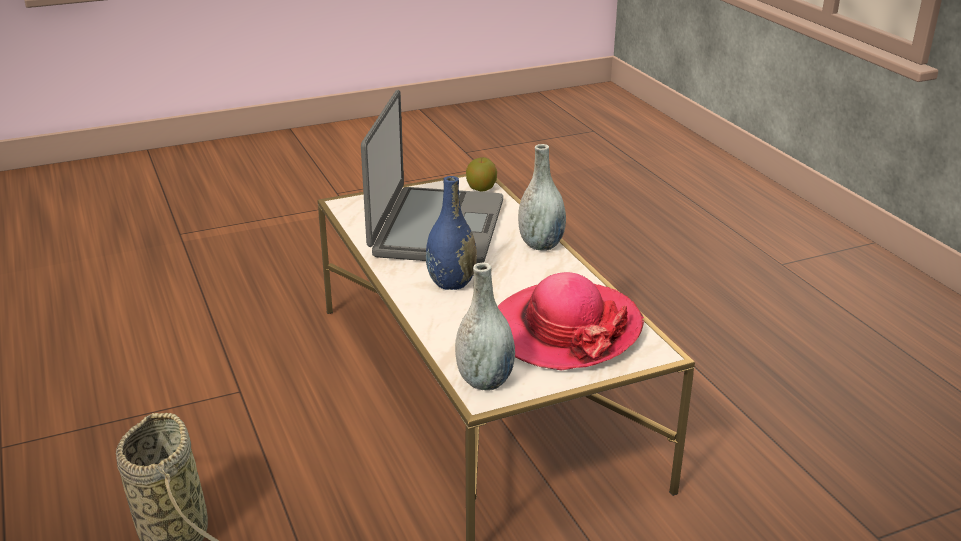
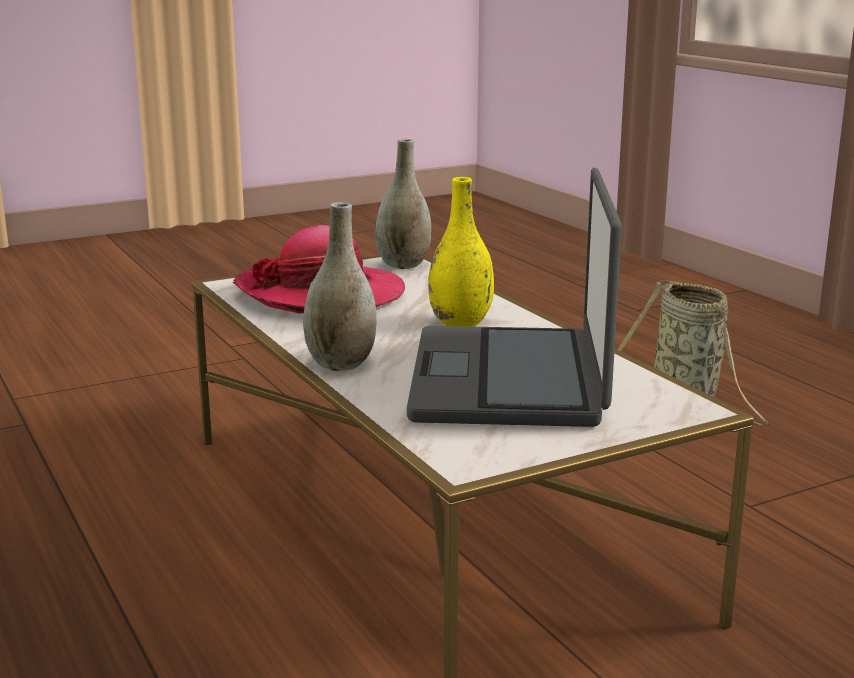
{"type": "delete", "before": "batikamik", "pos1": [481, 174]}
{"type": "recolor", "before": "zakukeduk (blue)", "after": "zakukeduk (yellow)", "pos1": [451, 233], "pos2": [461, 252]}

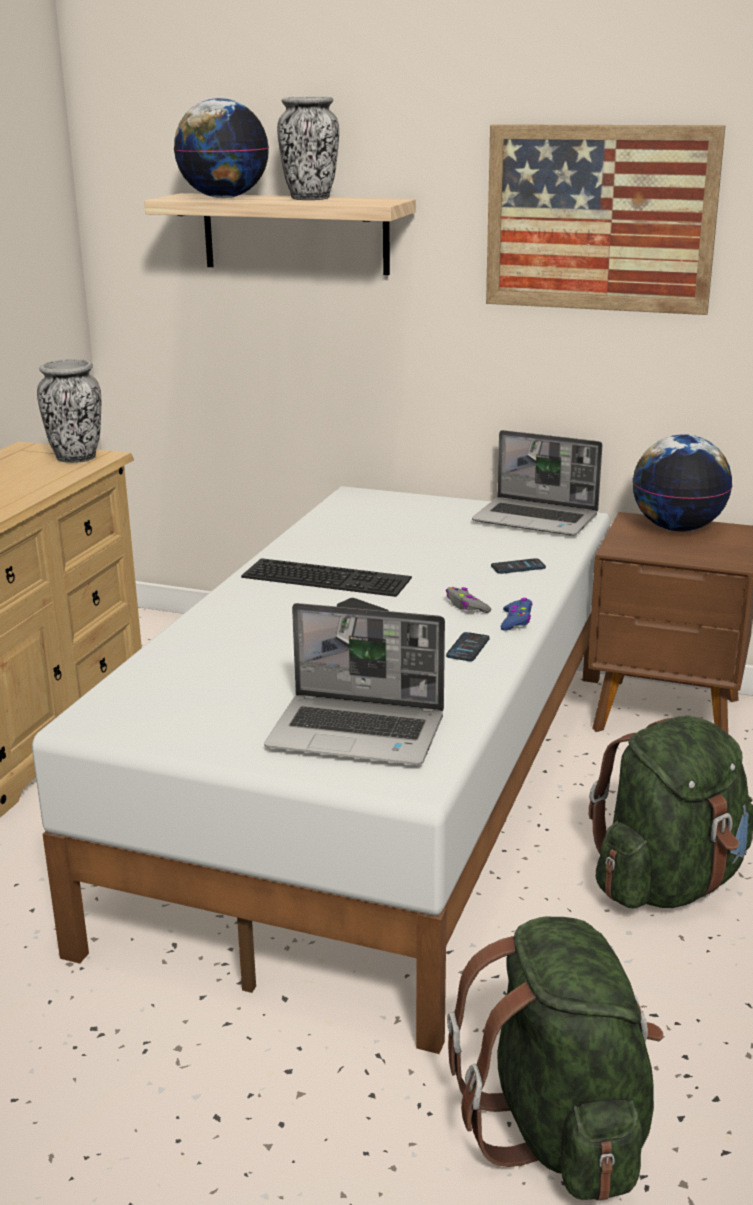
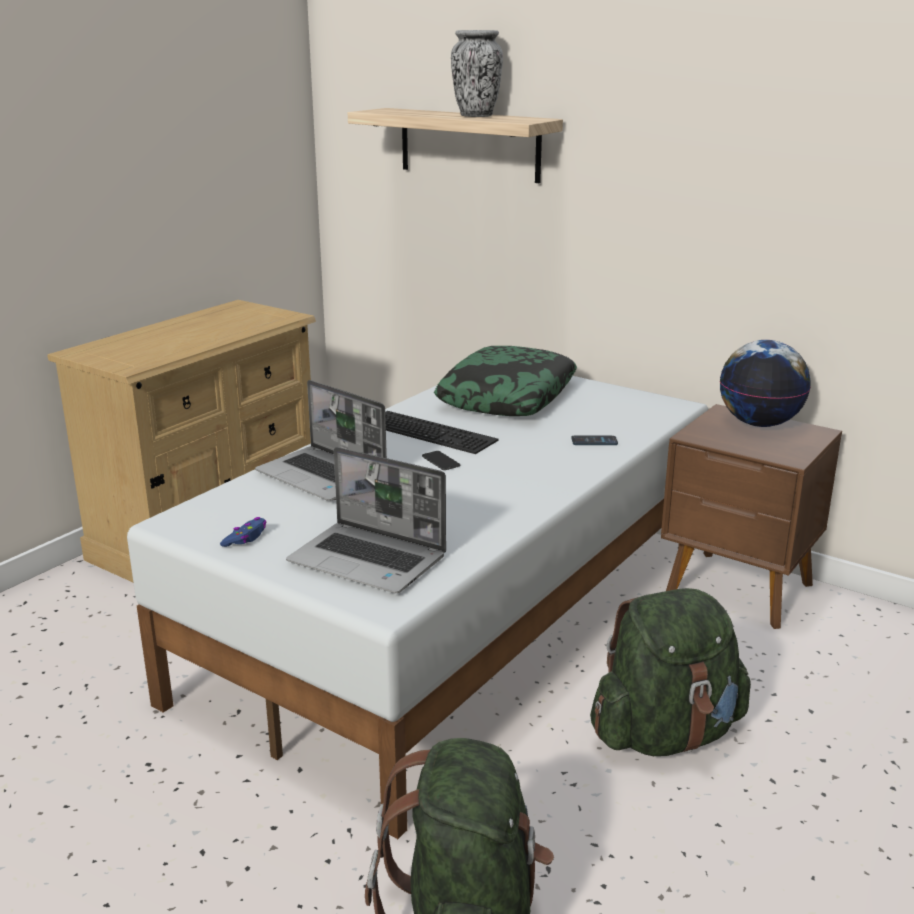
{"type": "delete", "before": "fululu", "pos1": [221, 148]}
{"type": "delete", "before": "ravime", "pos1": [606, 219]}
{"type": "delete", "before": "zakukeduk", "pos1": [69, 411]}
{"type": "move", "before": "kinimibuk", "pos1": [537, 483], "pos2": [321, 440]}
{"type": "delete", "before": "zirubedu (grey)", "pos1": [468, 600]}
{"type": "move", "before": "zirubedu (blue)", "pos1": [516, 614], "pos2": [243, 532]}
{"type": "delete", "before": "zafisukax", "pos1": [468, 646]}
{"type": "insert", "after": "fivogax", "pos2": [505, 381]}

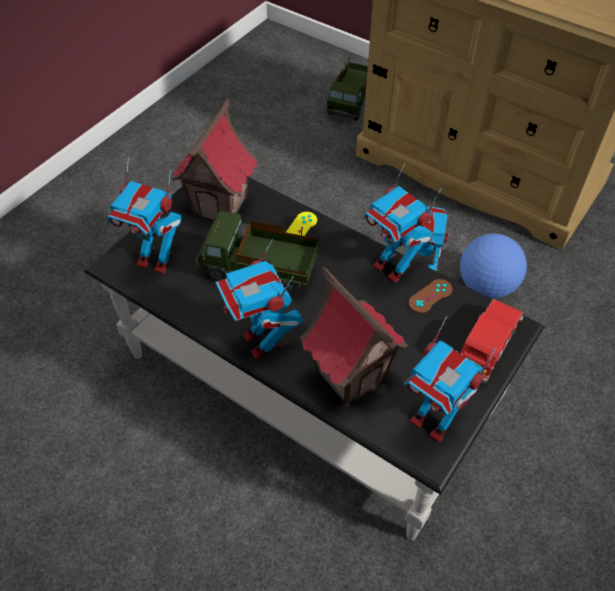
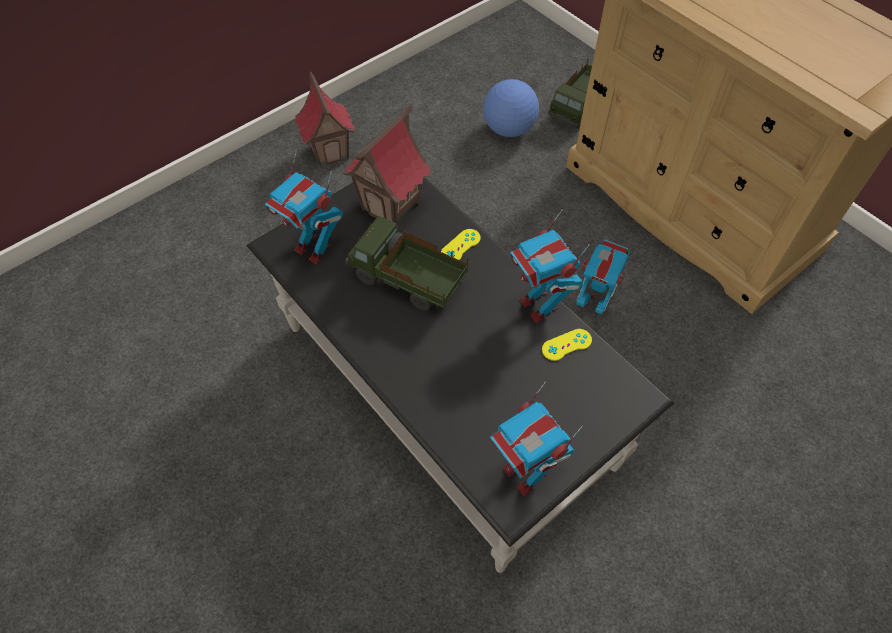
{"type": "move", "before": "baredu", "pos1": [493, 265], "pos2": [511, 108]}
{"type": "delete", "before": "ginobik", "pos1": [259, 299]}
{"type": "move", "before": "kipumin", "pos1": [354, 336], "pos2": [325, 118]}
{"type": "recolor", "before": "zirubedu (brown)", "after": "zirubedu (yellow)", "pos1": [430, 296], "pos2": [567, 345]}
{"type": "delete", "before": "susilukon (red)", "pos1": [492, 341]}

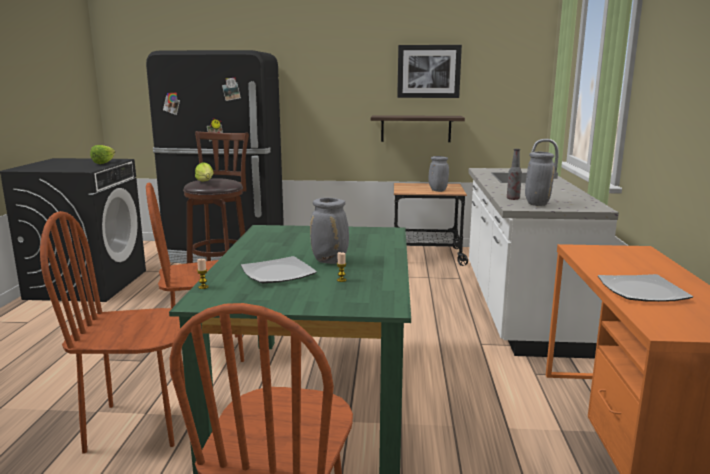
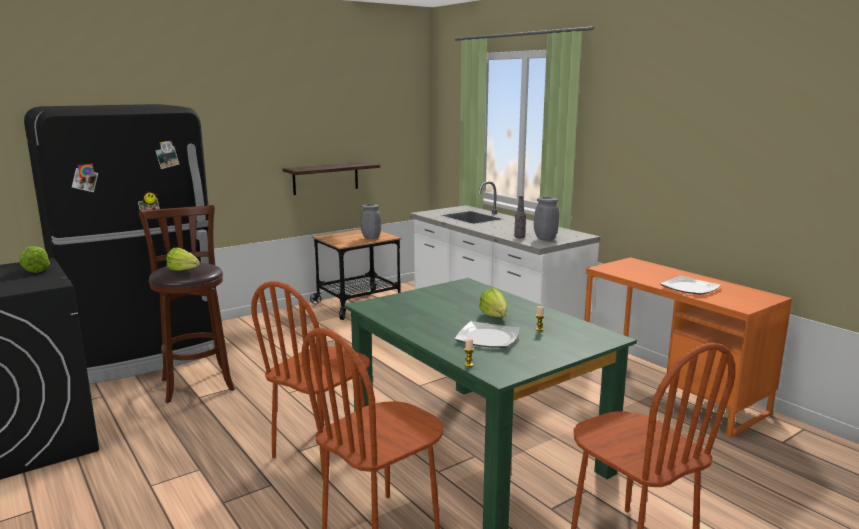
{"type": "delete", "before": "ravime", "pos1": [429, 71]}
{"type": "replace", "before": "zakukeduk (grey)", "after": "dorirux", "pos1": [329, 231], "pos2": [493, 302]}

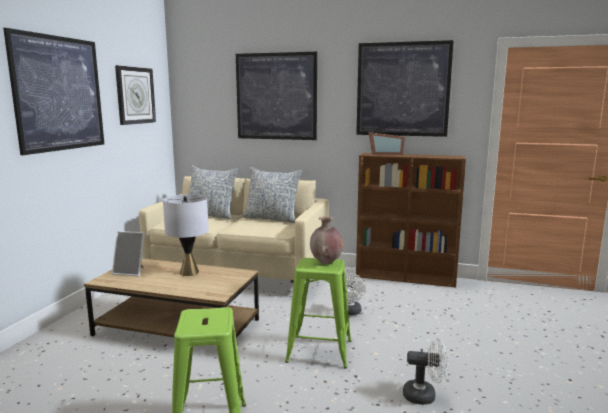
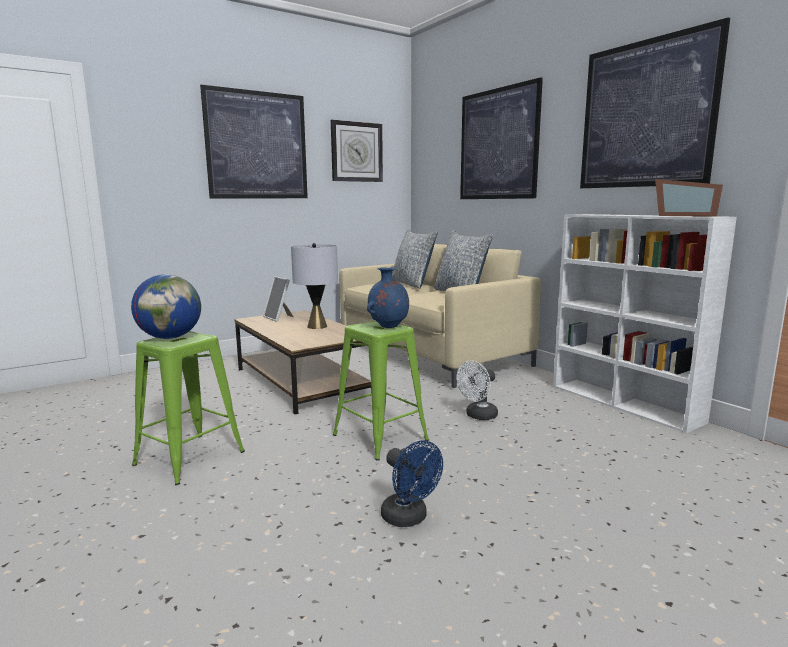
{"type": "move", "before": "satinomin", "pos1": [387, 143], "pos2": [689, 198]}
{"type": "recolor", "before": "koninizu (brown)", "after": "koninizu (white)", "pos1": [411, 220], "pos2": [645, 323]}
{"type": "recolor", "before": "zakukeduk (brown)", "after": "zakukeduk (blue)", "pos1": [326, 240], "pos2": [388, 297]}
{"type": "recolor", "before": "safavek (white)", "after": "safavek (blue)", "pos1": [426, 371], "pos2": [412, 483]}
{"type": "insert", "after": "fululu", "pos2": [166, 306]}

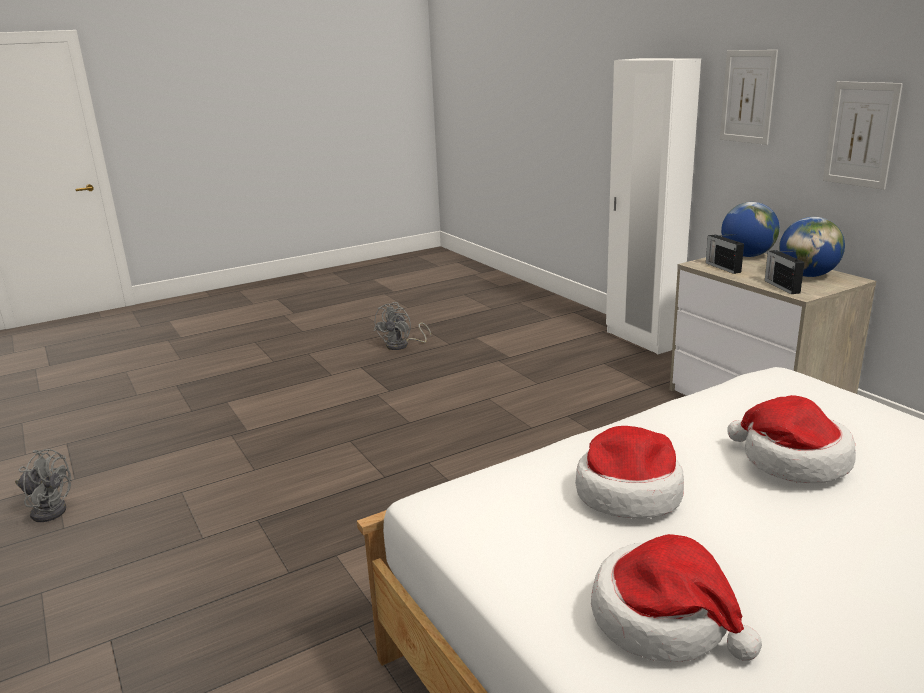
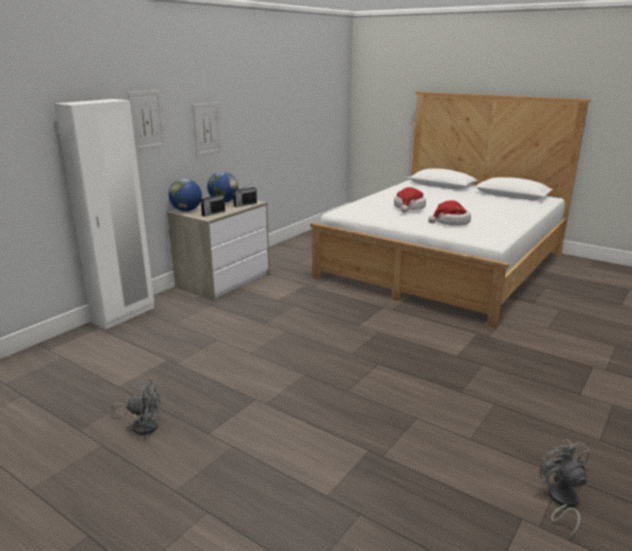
{"type": "delete", "before": "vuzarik", "pos1": [676, 598]}

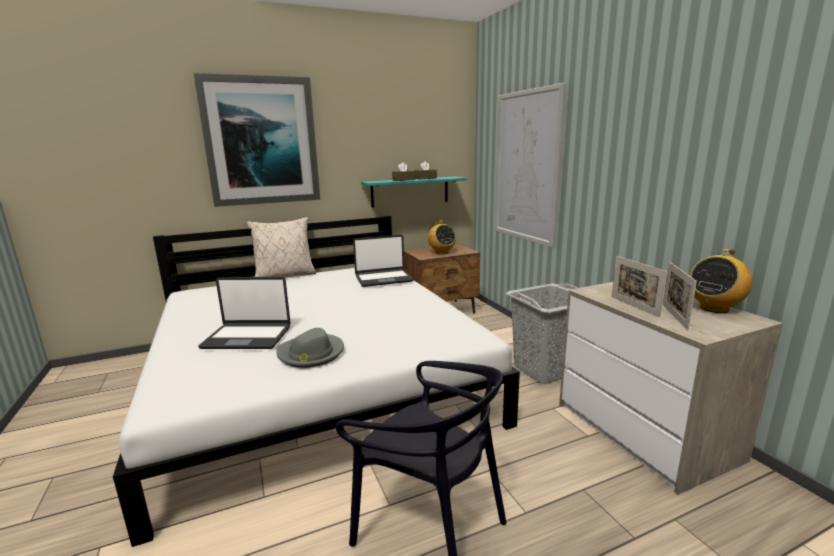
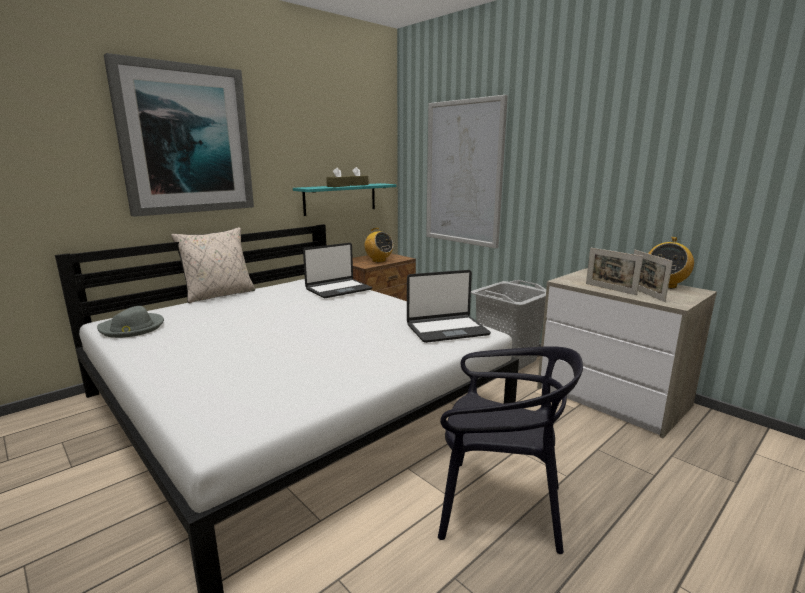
{"type": "move", "before": "kinimibuk", "pos1": [244, 313], "pos2": [449, 306]}
{"type": "move", "before": "vuzarik (grey)", "pos1": [310, 348], "pos2": [130, 322]}

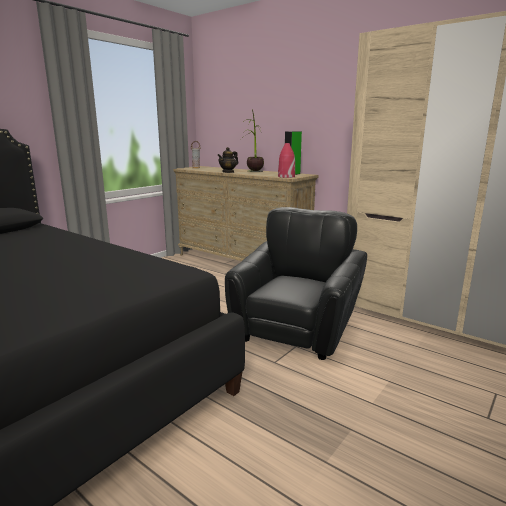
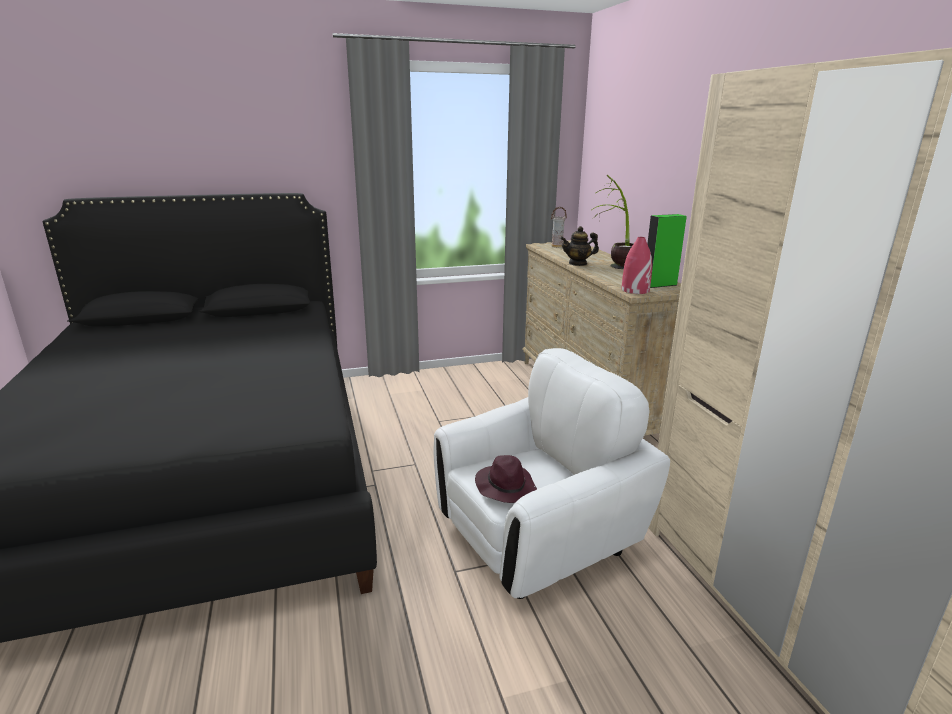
{"type": "recolor", "before": "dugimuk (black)", "after": "dugimuk (white)", "pos1": [296, 283], "pos2": [552, 473]}
{"type": "insert", "after": "vuzarik (purple)", "pos2": [506, 479]}

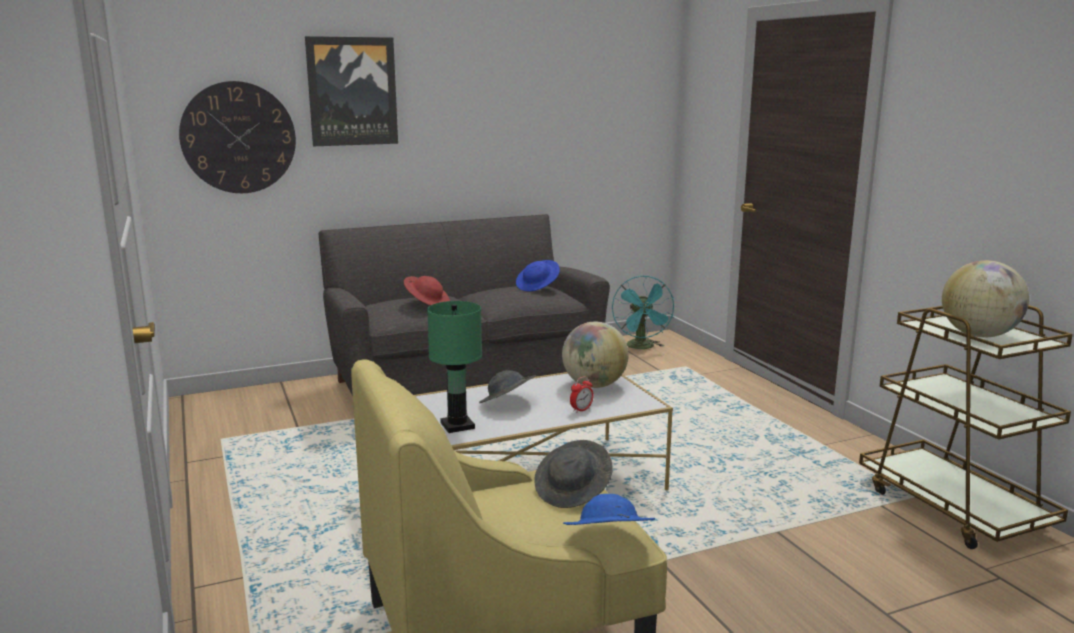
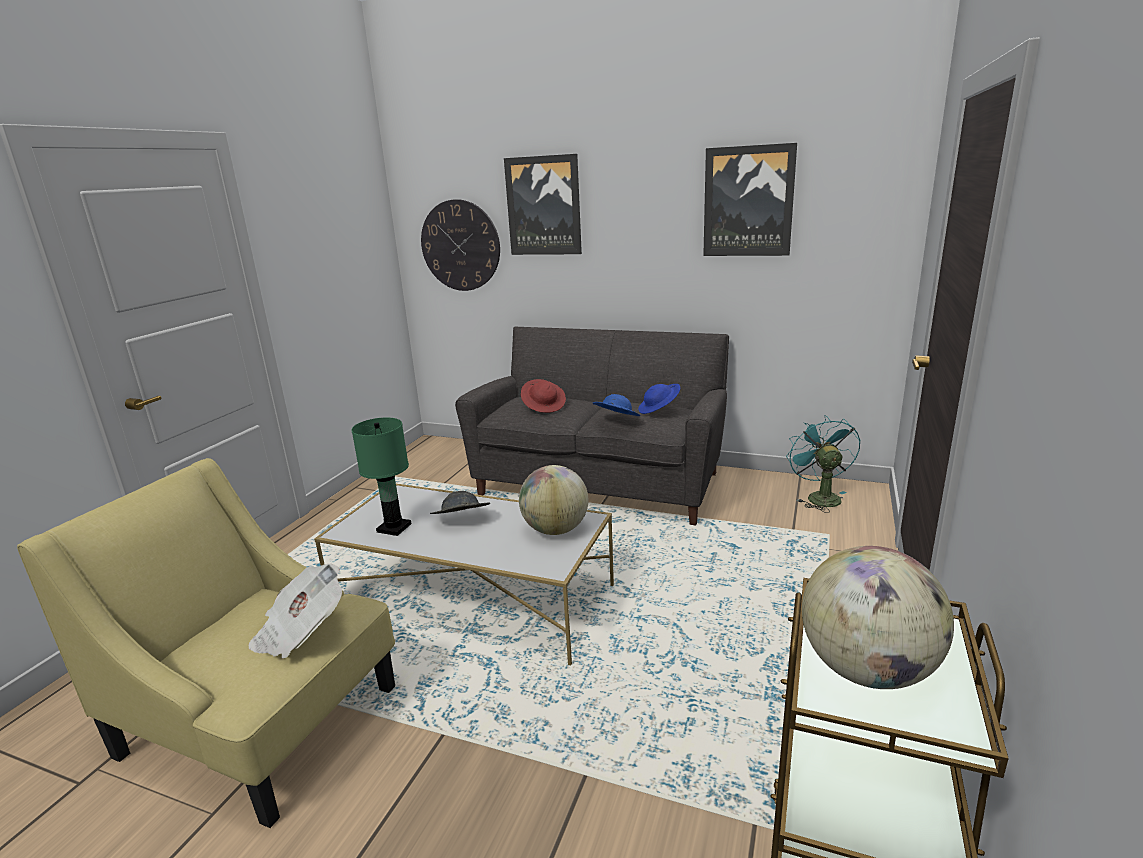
{"type": "rotate", "before": "safavek (turquoise)", "pos1": [643, 312], "pos2": [823, 464], "turn": 135}
{"type": "delete", "before": "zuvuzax", "pos1": [582, 394]}
{"type": "replace", "before": "vuzarik (grey)", "after": "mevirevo", "pos1": [573, 474], "pos2": [295, 611]}
{"type": "move", "before": "vuzarik (blue)", "pos1": [609, 509], "pos2": [616, 405]}
{"type": "insert", "after": "ravime", "pos2": [750, 199]}

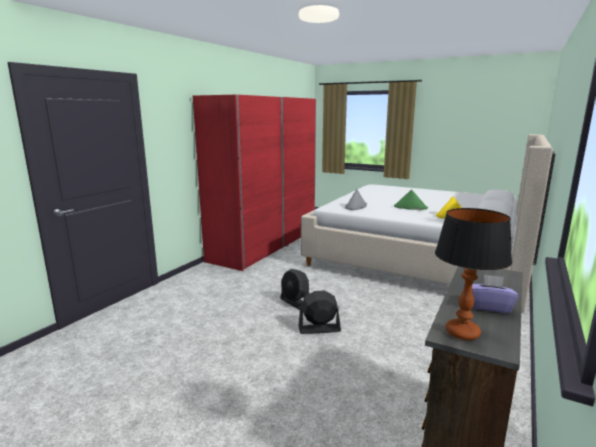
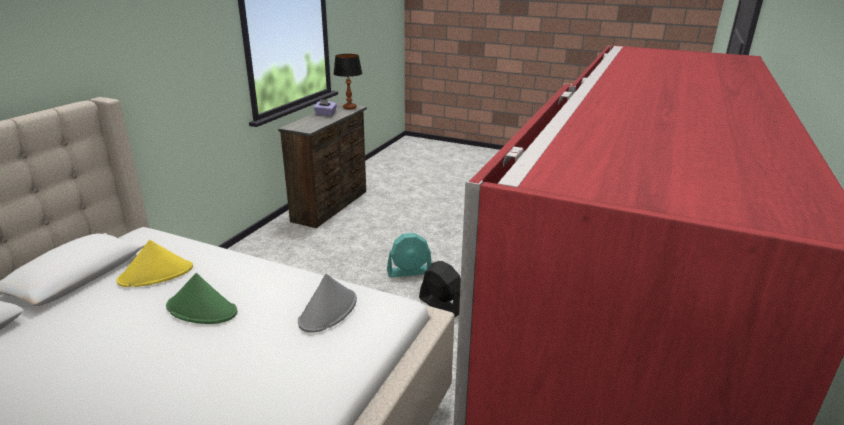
{"type": "recolor", "before": "safavek (black)", "after": "safavek (turquoise)", "pos1": [319, 312], "pos2": [409, 255]}

